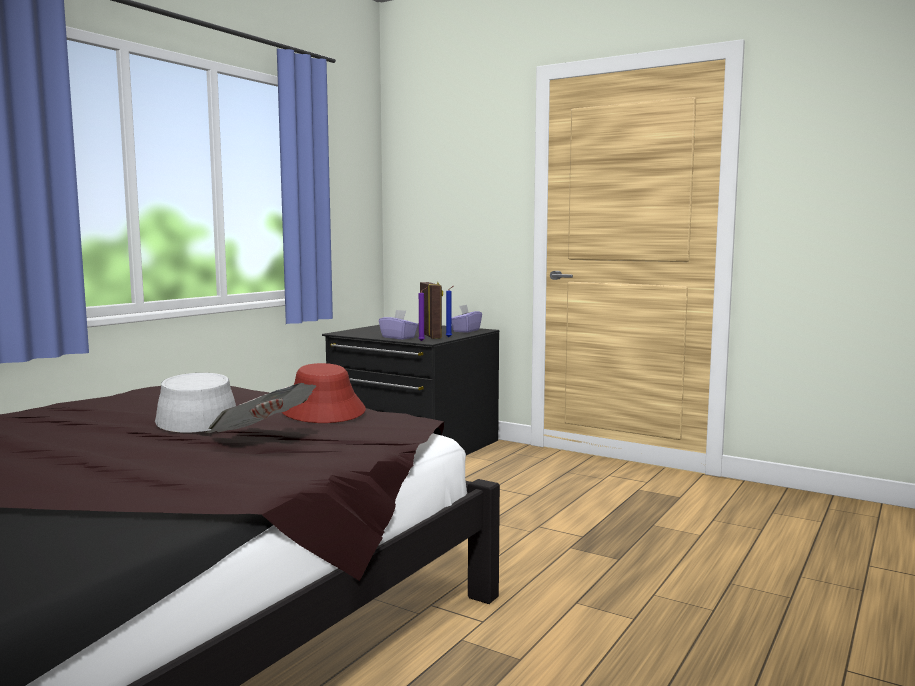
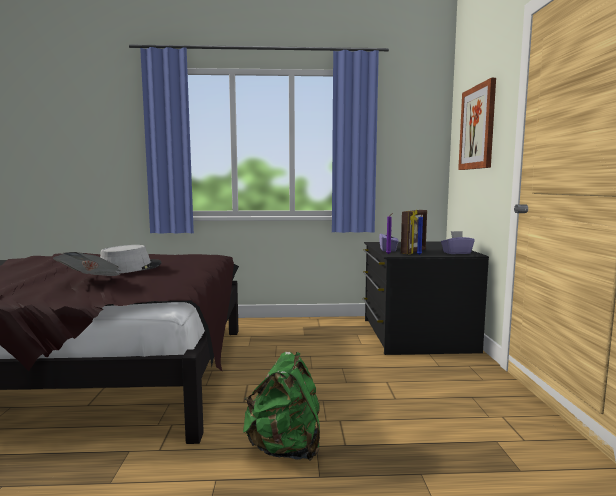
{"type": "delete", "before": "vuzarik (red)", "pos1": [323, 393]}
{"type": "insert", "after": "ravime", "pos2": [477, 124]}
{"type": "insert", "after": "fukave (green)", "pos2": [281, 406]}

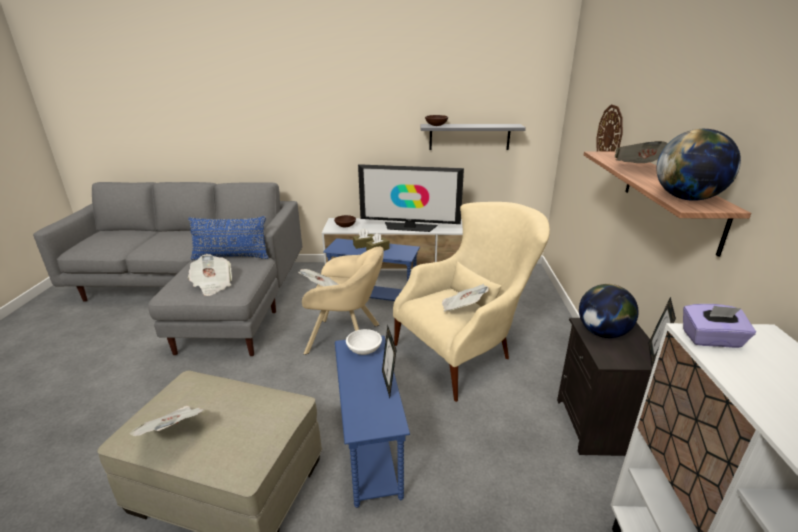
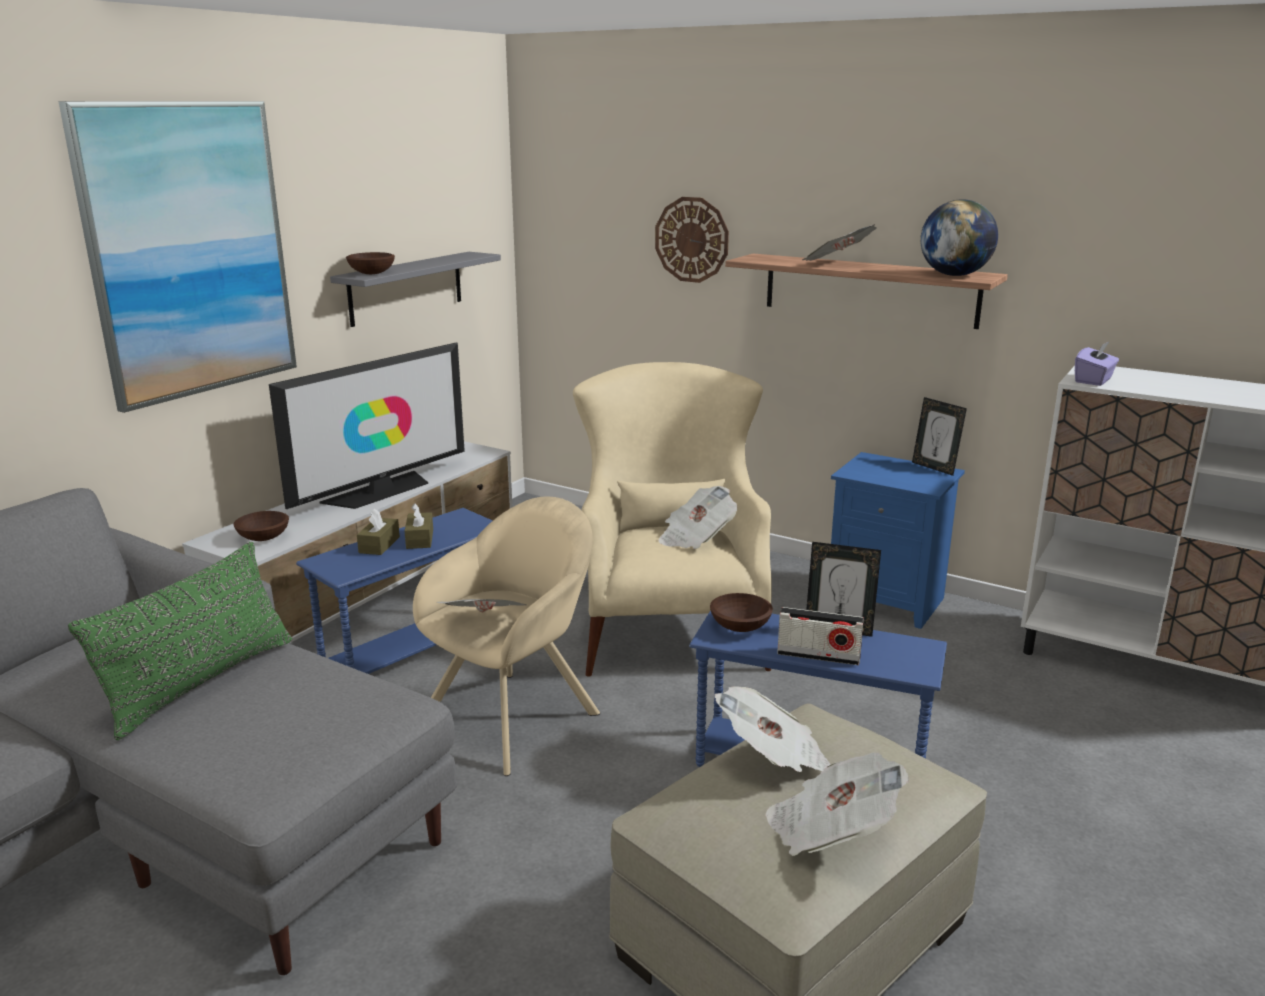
{"type": "recolor", "before": "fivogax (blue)", "after": "fivogax (green)", "pos1": [228, 238], "pos2": [180, 640]}
{"type": "move", "before": "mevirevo", "pos1": [210, 275], "pos2": [772, 729]}
{"type": "delete", "before": "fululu", "pos1": [609, 311]}
{"type": "recolor", "before": "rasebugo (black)", "after": "rasebugo (blue)", "pos1": [605, 387], "pos2": [898, 540]}
{"type": "recolor", "before": "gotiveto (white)", "after": "gotiveto (brown)", "pos1": [364, 342], "pos2": [741, 612]}
{"type": "insert", "after": "ravime", "pos2": [178, 257]}
{"type": "insert", "after": "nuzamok", "pos2": [820, 636]}

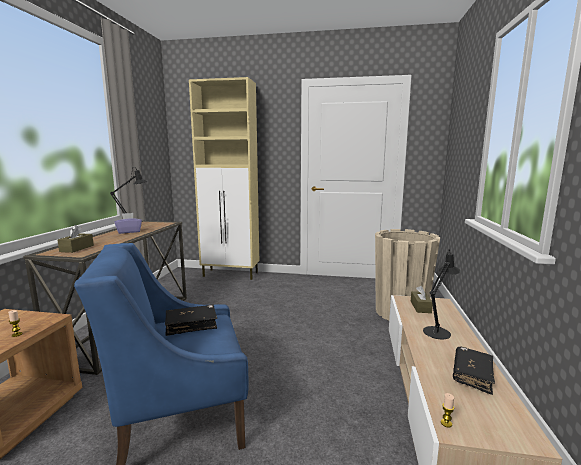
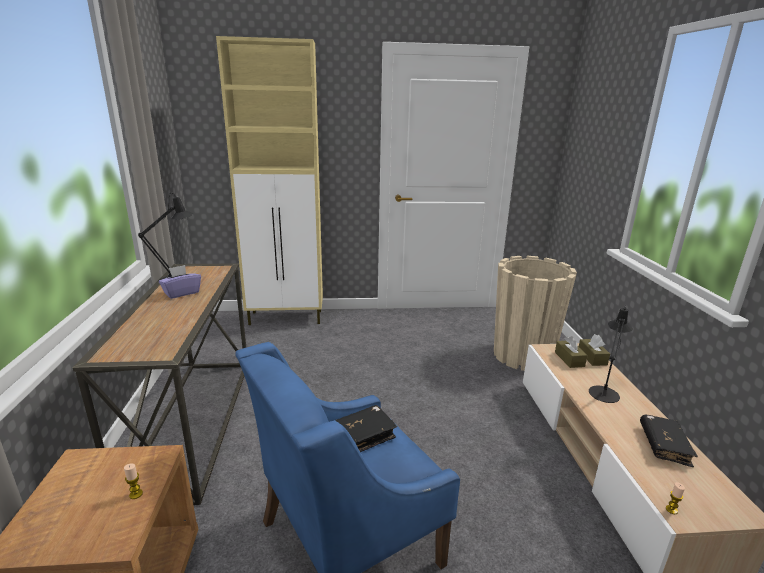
{"type": "move", "before": "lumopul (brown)", "pos1": [76, 239], "pos2": [594, 350]}

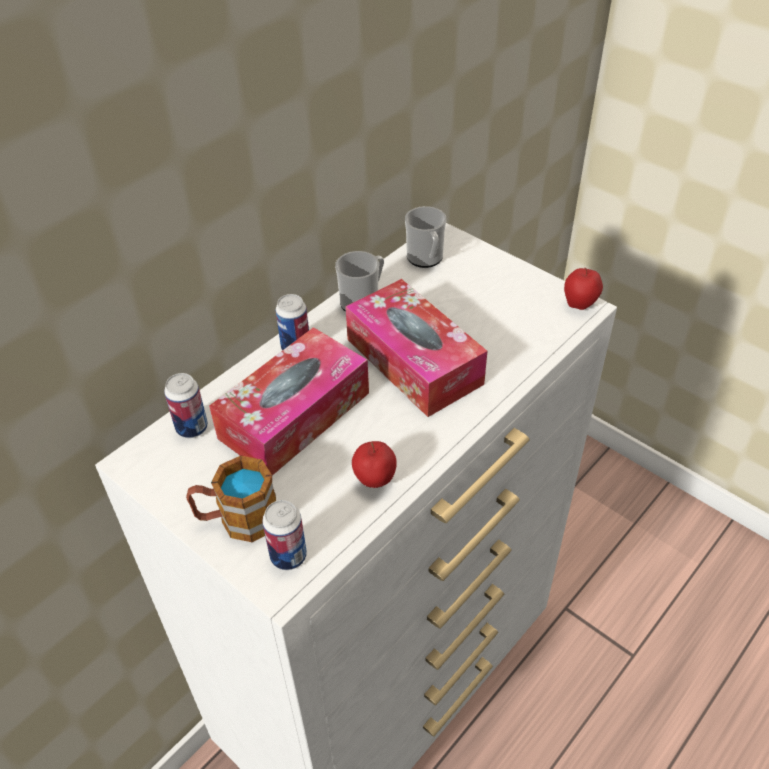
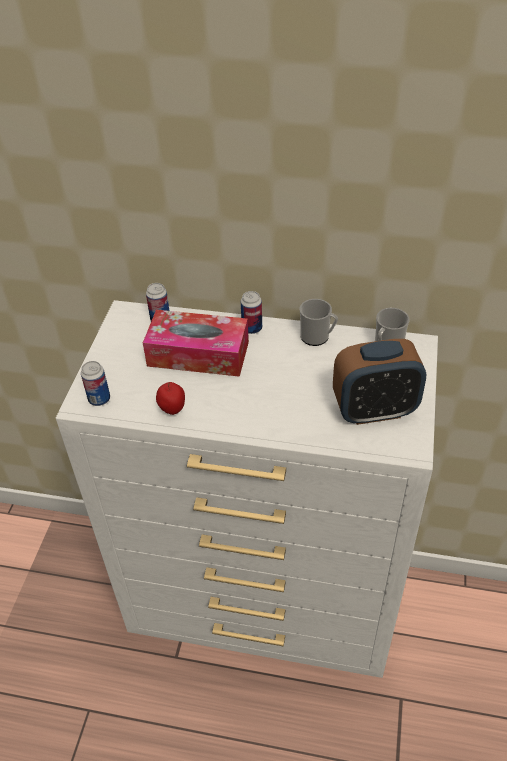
{"type": "delete", "before": "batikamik", "pos1": [583, 289]}
{"type": "delete", "before": "lumopul", "pos1": [416, 348]}
{"type": "delete", "before": "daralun", "pos1": [231, 499]}
{"type": "insert", "after": "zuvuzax", "pos2": [379, 382]}

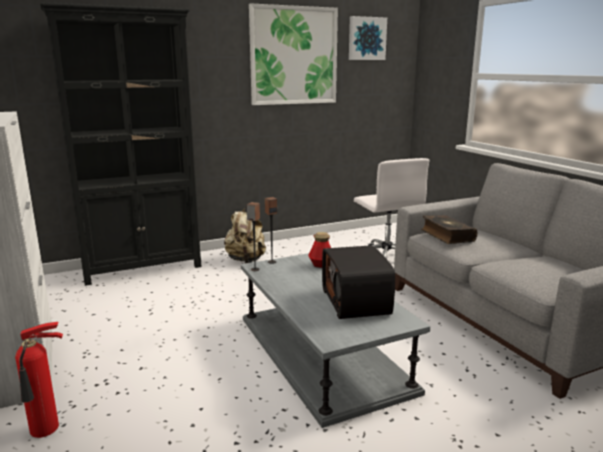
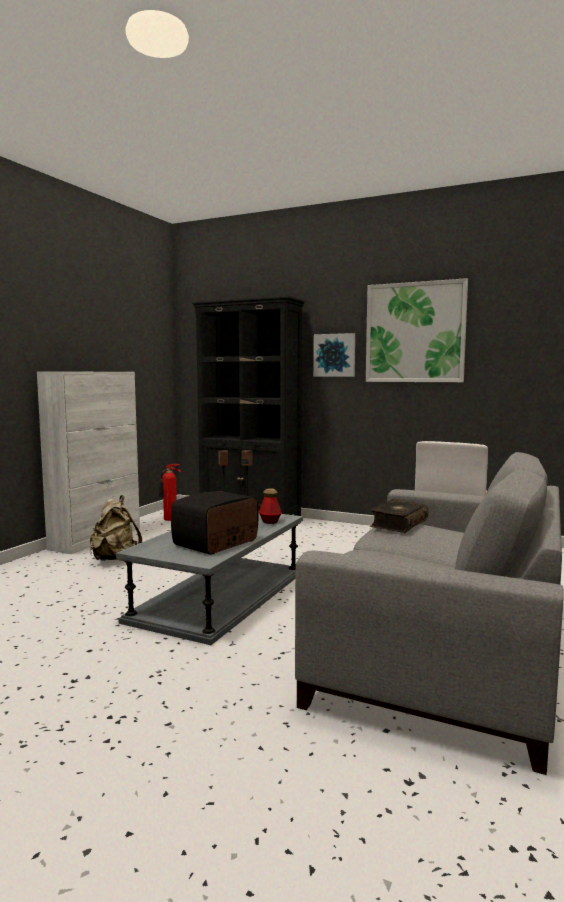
{"type": "move", "before": "ravime", "pos1": [368, 38], "pos2": [334, 355]}
{"type": "move", "before": "fukave (beige)", "pos1": [245, 235], "pos2": [116, 528]}
{"type": "move", "before": "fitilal", "pos1": [39, 380], "pos2": [170, 492]}

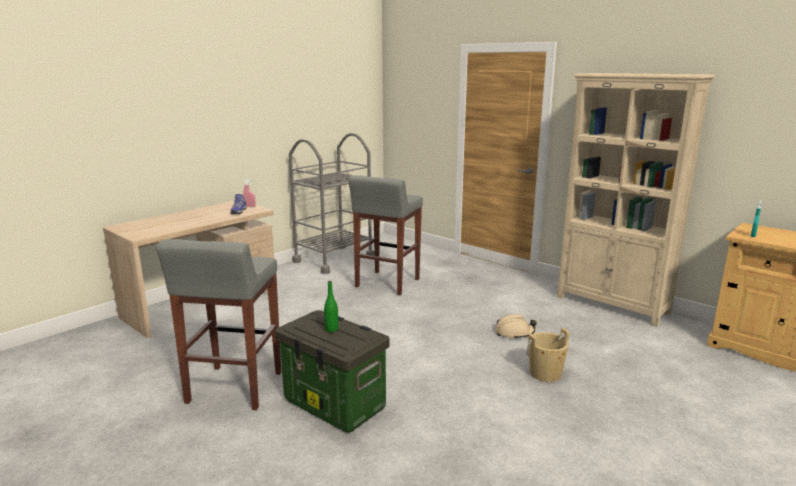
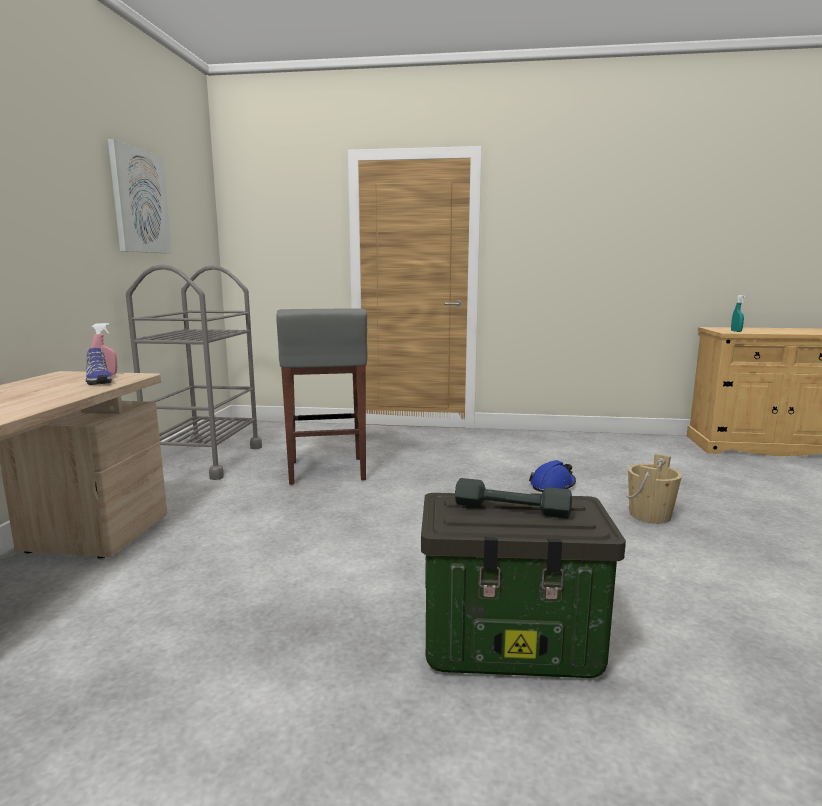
{"type": "delete", "before": "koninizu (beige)", "pos1": [636, 200]}
{"type": "delete", "before": "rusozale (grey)", "pos1": [218, 324]}
{"type": "replace", "before": "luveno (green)", "after": "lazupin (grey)", "pos1": [331, 306], "pos2": [513, 498]}
{"type": "recolor", "before": "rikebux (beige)", "after": "rikebux (blue)", "pos1": [516, 326], "pos2": [552, 476]}
{"type": "insert", "after": "ravime", "pos2": [140, 196]}

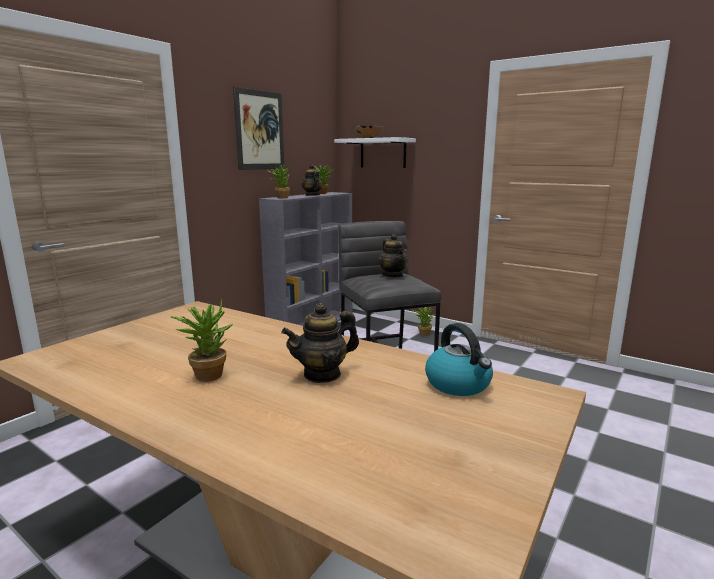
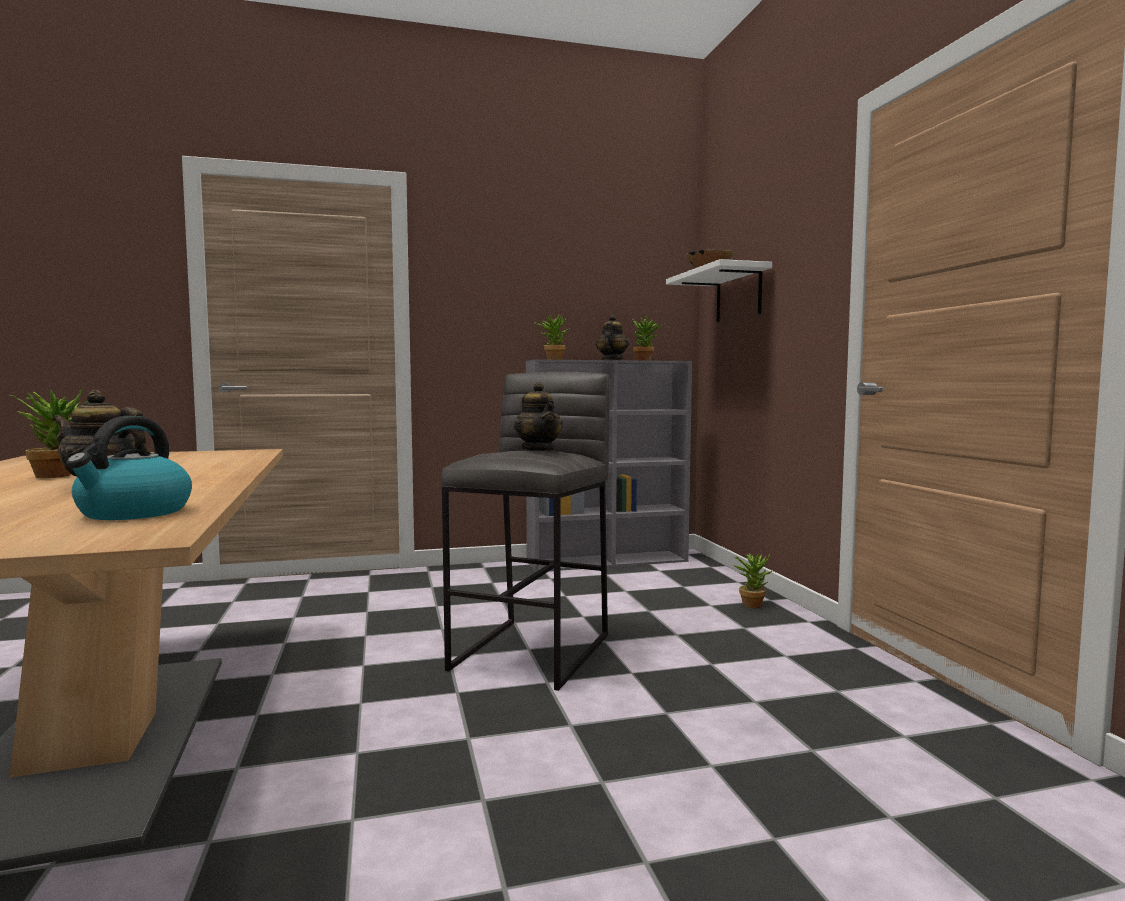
{"type": "delete", "before": "ravime", "pos1": [259, 128]}
{"type": "rotate", "before": "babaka", "pos1": [393, 255], "pos2": [538, 416], "turn": -45}

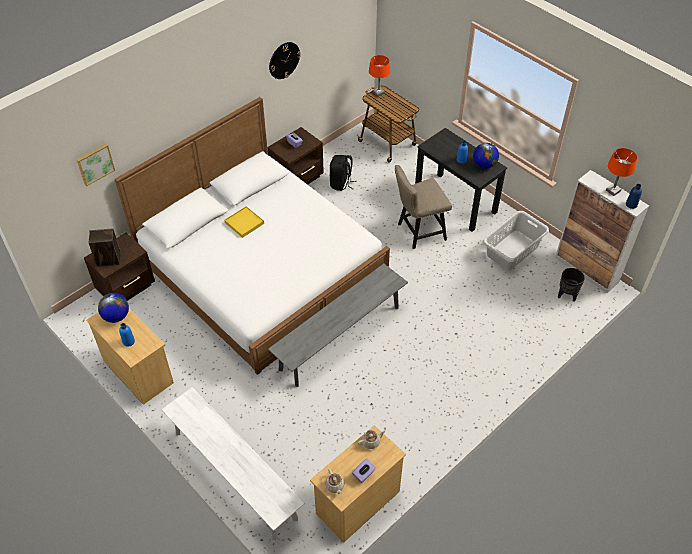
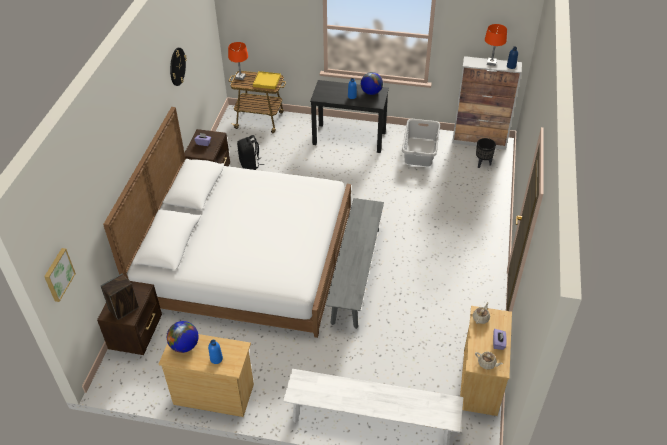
{"type": "move", "before": "ravime", "pos1": [95, 165], "pos2": [60, 275]}
{"type": "delete", "before": "rusozale (beige)", "pos1": [423, 207]}
{"type": "move", "before": "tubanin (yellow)", "pos1": [244, 222], "pos2": [267, 80]}

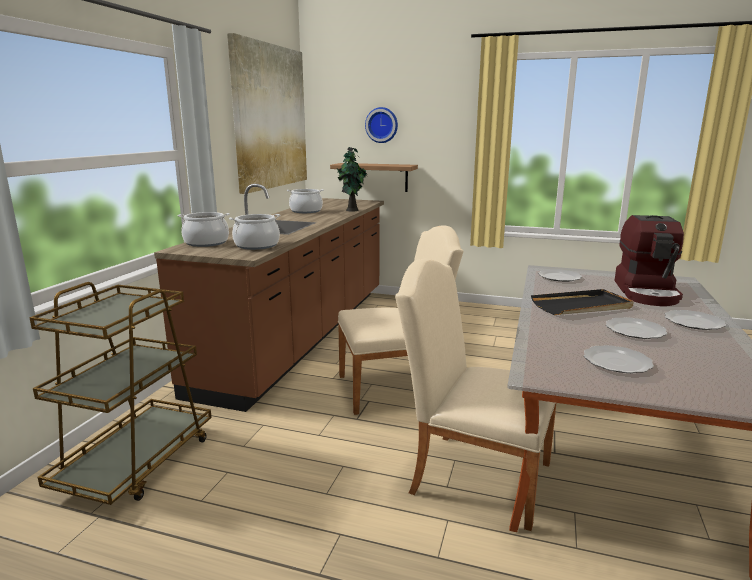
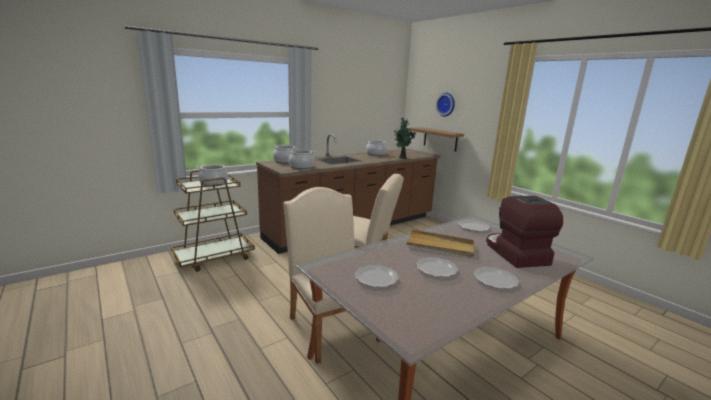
{"type": "delete", "before": "ravime", "pos1": [267, 113]}
{"type": "rotate", "before": "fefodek", "pos1": [649, 260], "pos2": [524, 232], "turn": 120}
{"type": "recolor", "before": "tubanin (black)", "after": "tubanin (beige)", "pos1": [582, 302], "pos2": [440, 243]}
{"type": "insert", "after": "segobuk", "pos2": [213, 176]}

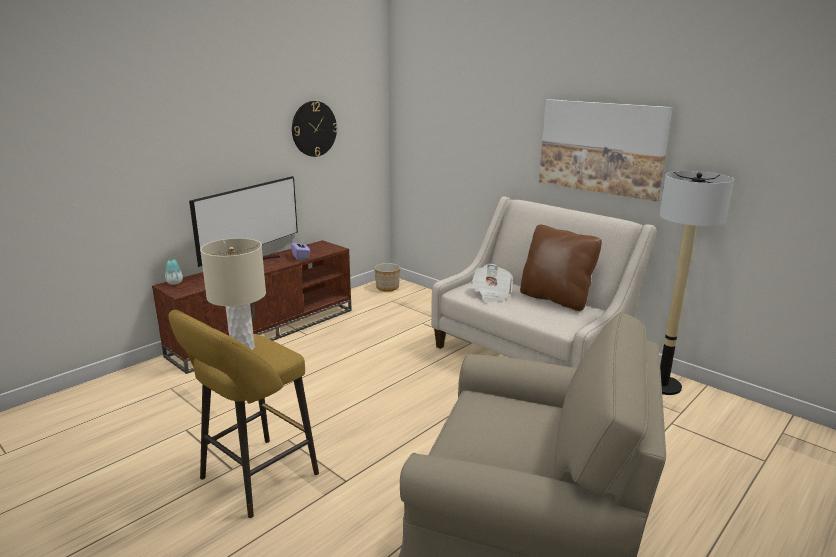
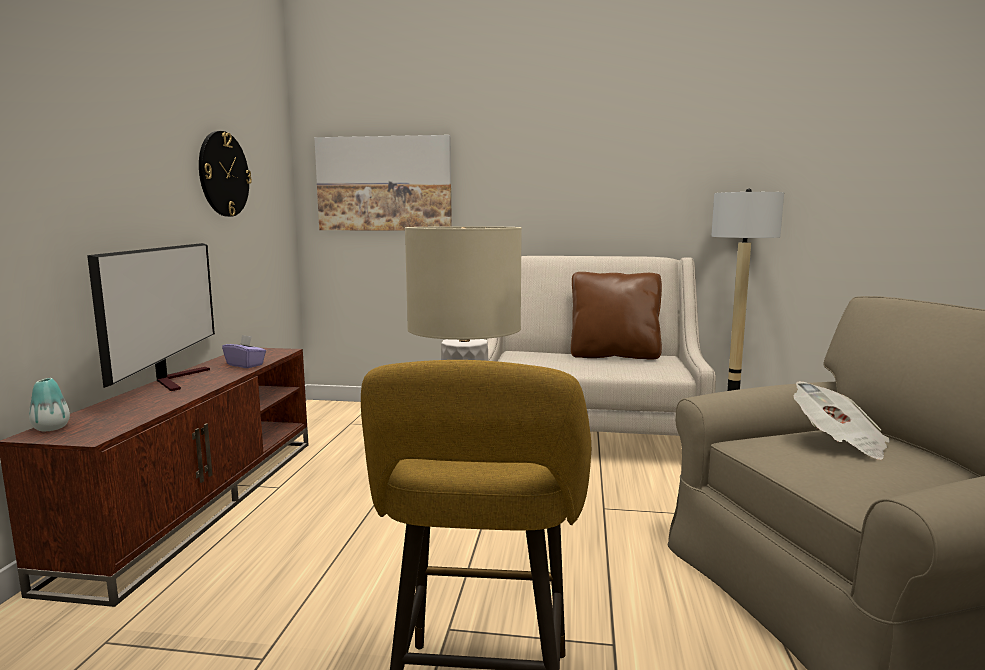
{"type": "move", "before": "ravime", "pos1": [606, 150], "pos2": [383, 183]}
{"type": "delete", "before": "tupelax", "pos1": [387, 277]}
{"type": "move", "before": "mevirevo", "pos1": [492, 283], "pos2": [841, 420]}

